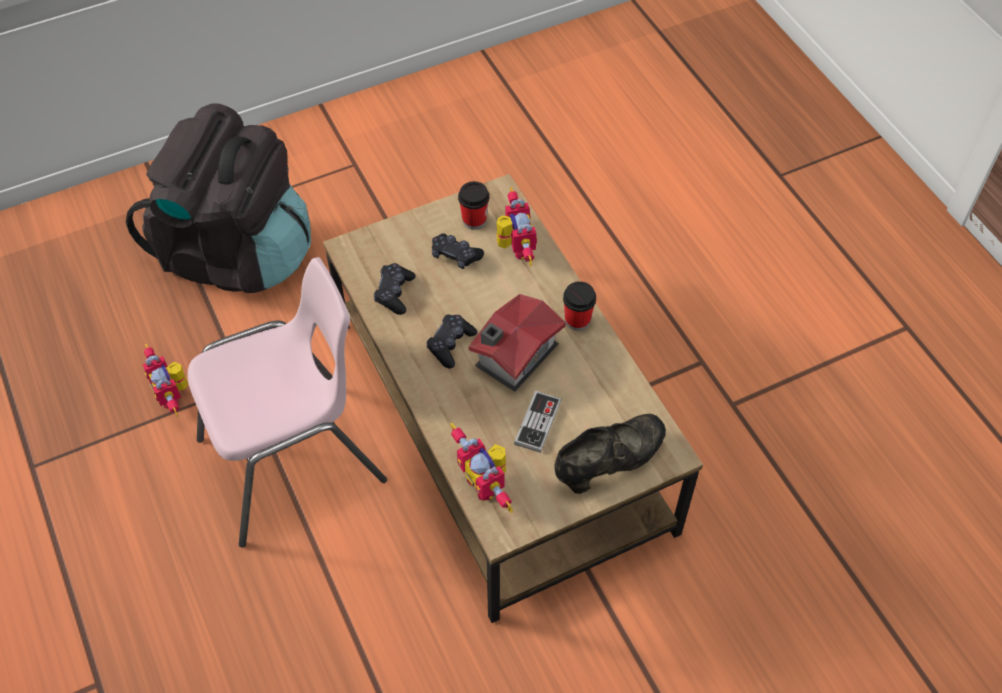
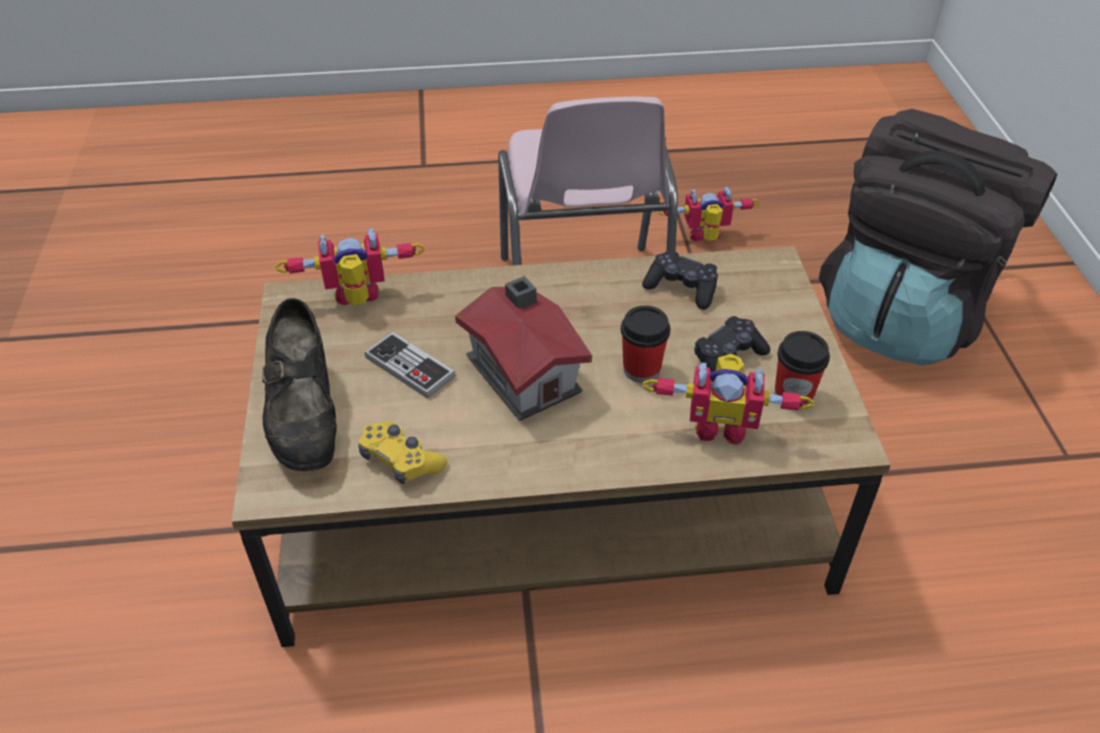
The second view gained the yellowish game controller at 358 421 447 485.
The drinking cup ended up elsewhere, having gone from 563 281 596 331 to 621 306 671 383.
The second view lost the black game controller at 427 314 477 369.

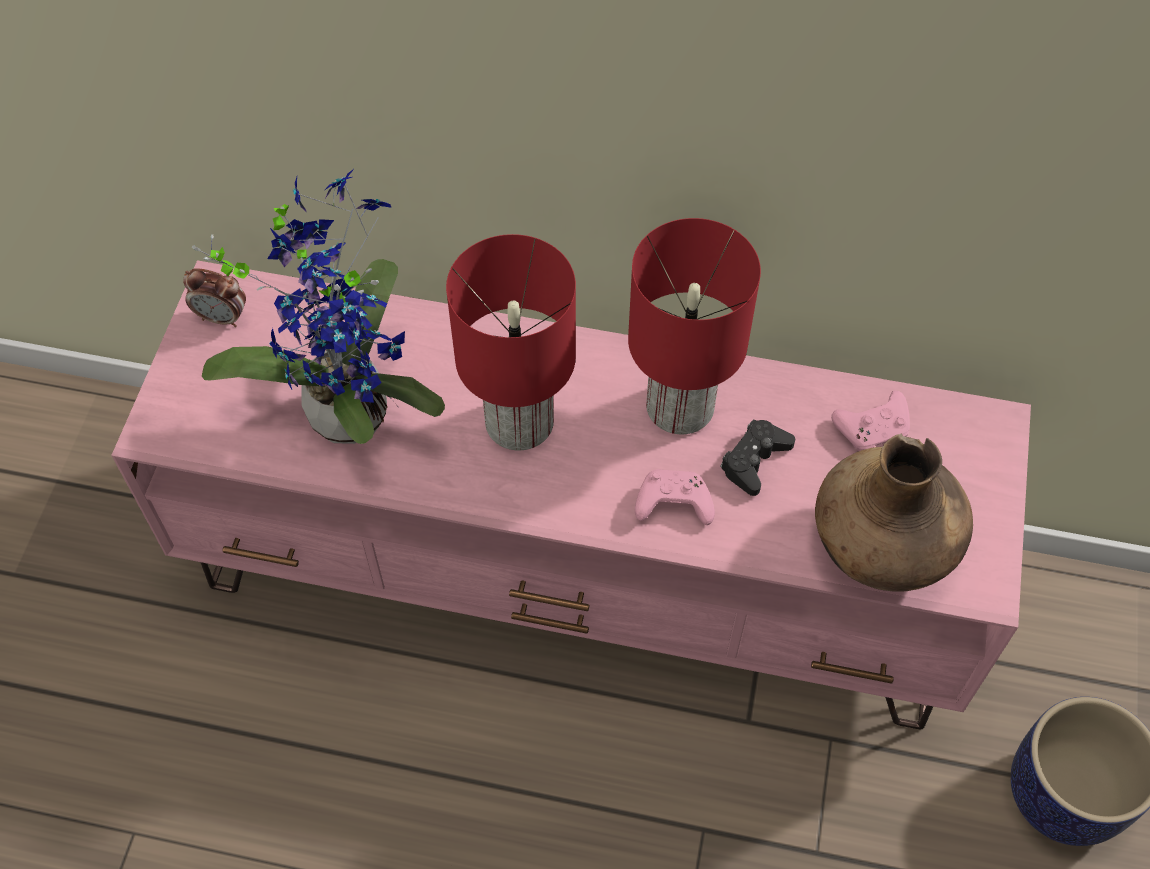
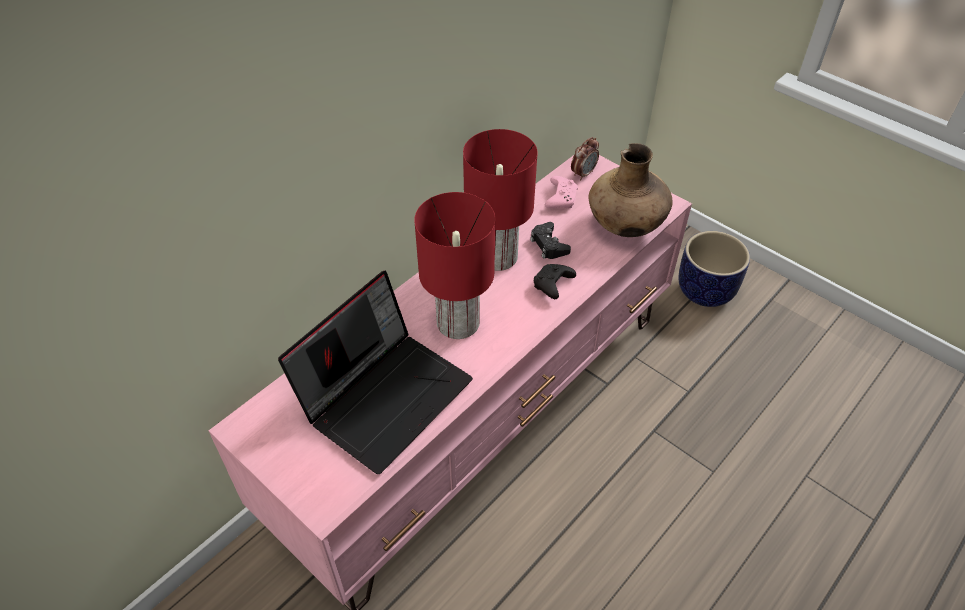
Where the potted plant stood at 192 170 445 444, the portable computer came to stand at 278 271 473 474.
What was the pink game controller at 635 469 715 525 turned into the black game controller at 534 264 576 299.
The alarm clock ended up elsewhere, having gone from 183 268 246 327 to 571 137 599 180.

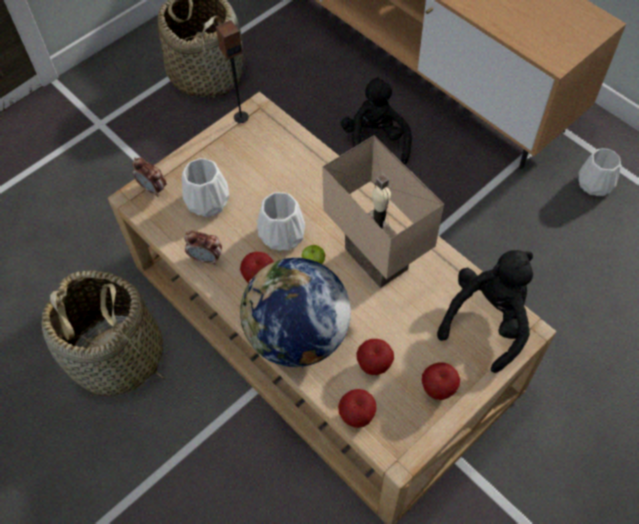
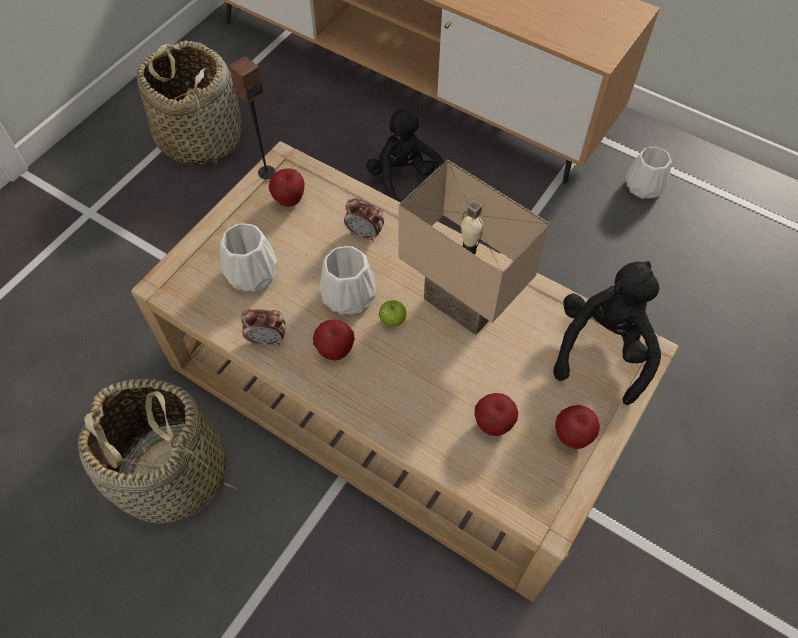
The whole apple ended up elsewhere, having gone from 338 389 377 428 to 269 168 305 207.
The alarm clock ended up elsewhere, having gone from 132 158 166 197 to 344 198 384 242.
The second view lost the desk globe at 240 258 351 367.

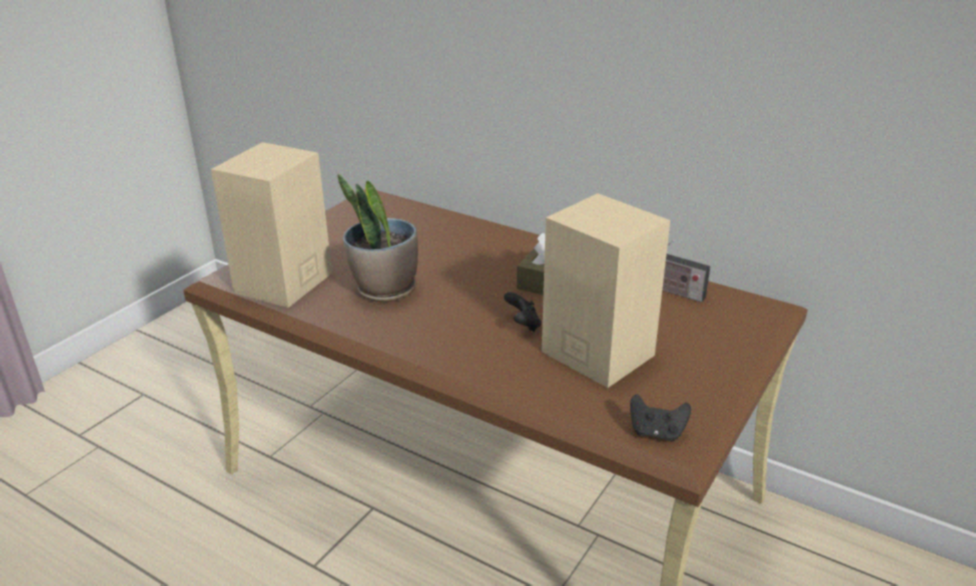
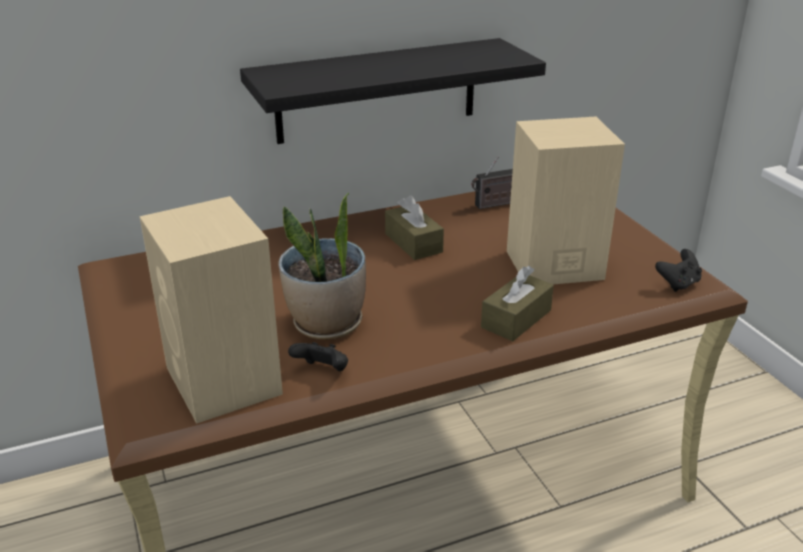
The second view gained the black shelf at 240 38 546 144.
The black game controller ended up elsewhere, having gone from 504 292 541 332 to 288 342 348 371.
The second view gained the brown box of tissues at 481 266 554 341.

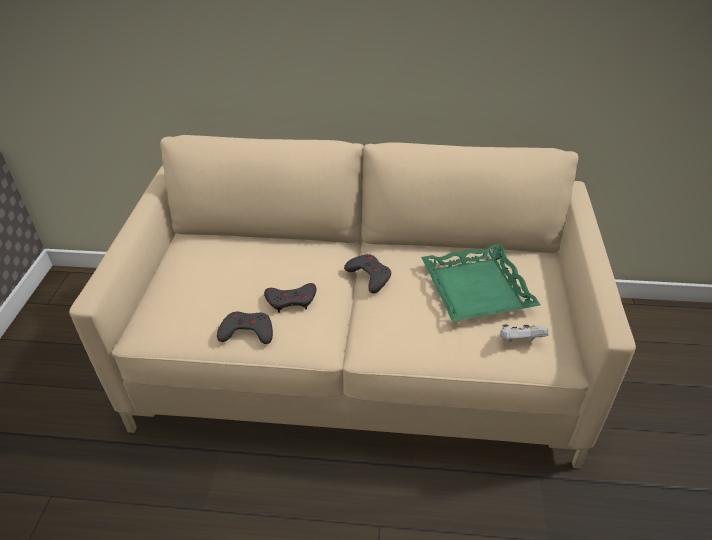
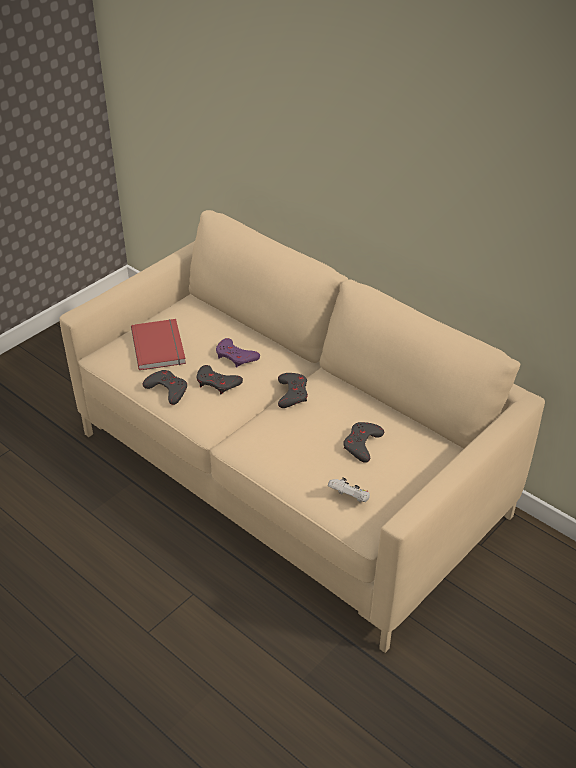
The second view gained the red volume at 131 319 186 371.
The second view gained the purple game controller at 216 338 260 368.
Where the green-coloured serving tray stood at 421 244 541 322, the grey game controller came to stand at 343 422 384 463.

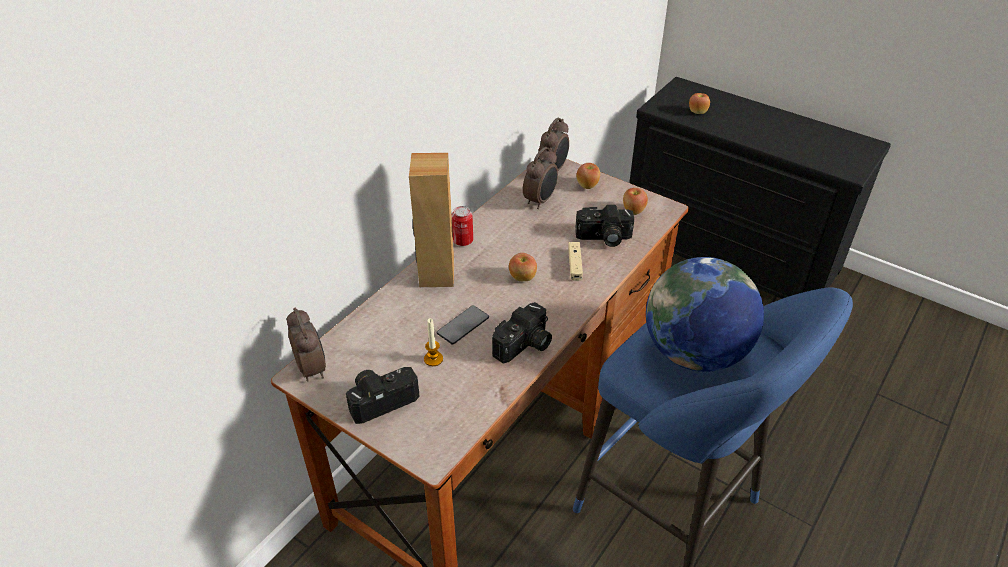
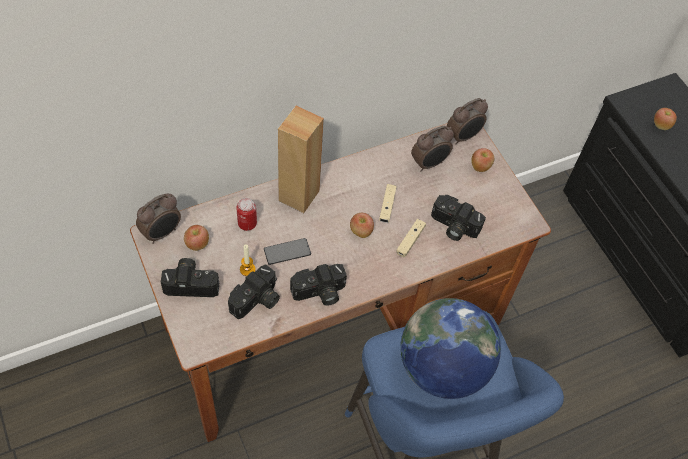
The alarm clock at 287 308 326 381 ended up facing another way, 45 degrees clockwise from before.
The whole apple ended up elsewhere, having gone from 623 188 648 215 to 184 225 209 251.
The second view gained the photo camera at 228 265 280 319.
The metal can ended up elsewhere, having gone from 452 206 473 246 to 236 198 257 231.
The second view gained the sand-coloured game controller at 379 184 397 223.

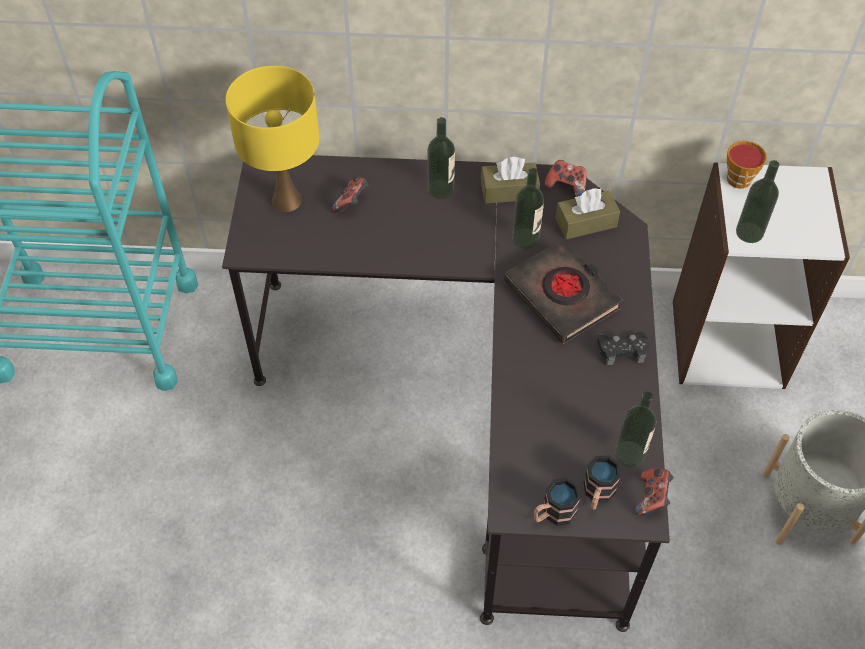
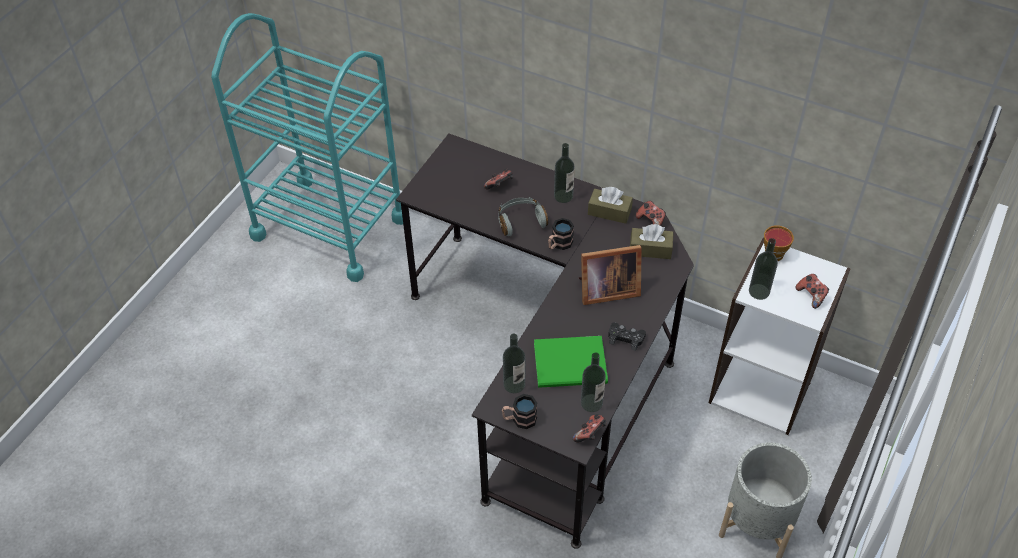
The second view gained the grey headset at 498 197 548 236.
The bottle ended up elsewhere, having gone from 512 168 544 249 to 503 334 525 393.
The second view gained the green-coloured volume at 534 336 608 388.
The tea mug ended up elsewhere, having gone from 583 455 621 510 to 548 218 574 250.
Where the black volume stood at 504 240 623 344, the photo frame came to stand at 579 245 642 305.
The second view gained the game controller at 795 274 829 309.
The second view lost the yellowish lamp for a table at 226 66 320 212.

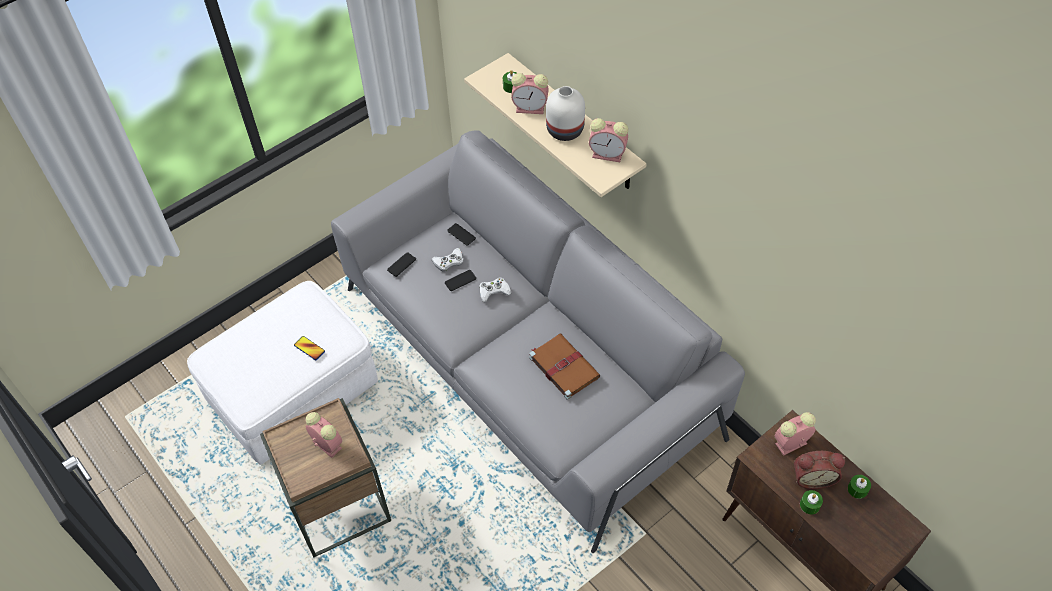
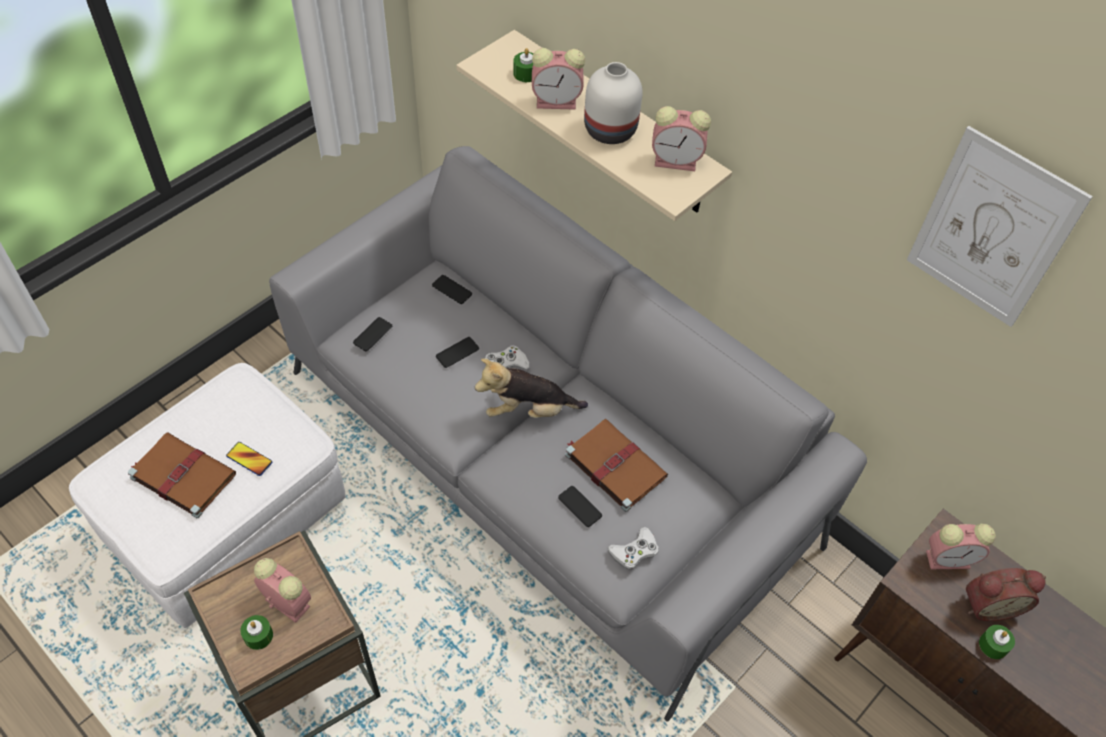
The second view gained the brown volume at 128 432 236 518.
The green-coloured candle ended up elsewhere, having gone from 848 475 871 499 to 240 615 273 650.
The second view gained the cuddly toy at 475 359 588 418.
The second view gained the handset at 558 486 602 527.
The white-coloured game controller ended up elsewhere, having gone from 432 248 464 272 to 607 527 658 570.
The second view gained the wall picture at 907 126 1093 327.
The alarm clock at 775 412 816 456 ended up facing another way, 150 degrees counterclockwise from before.

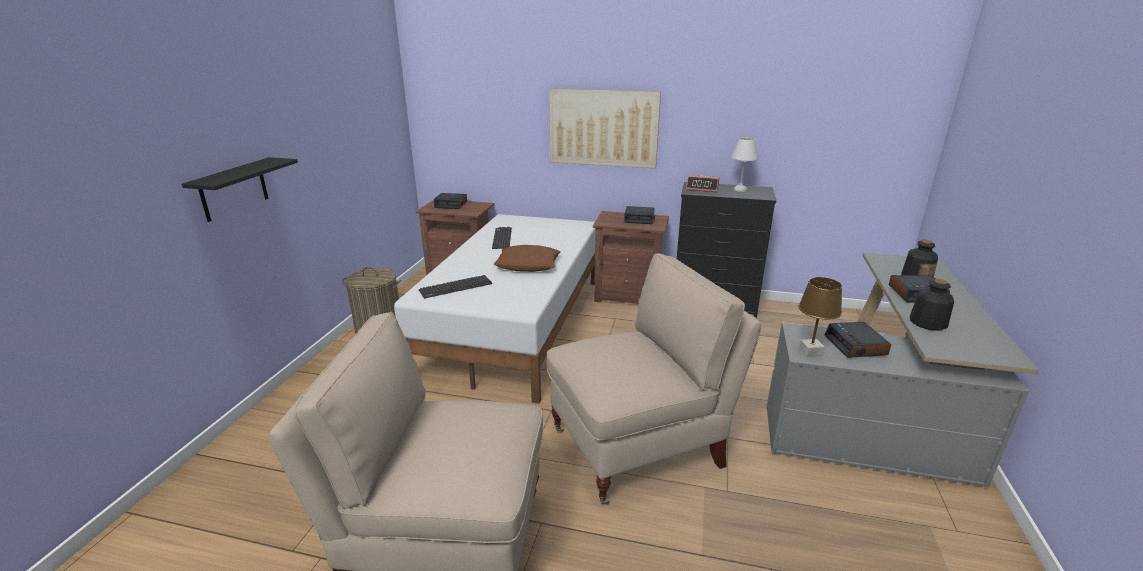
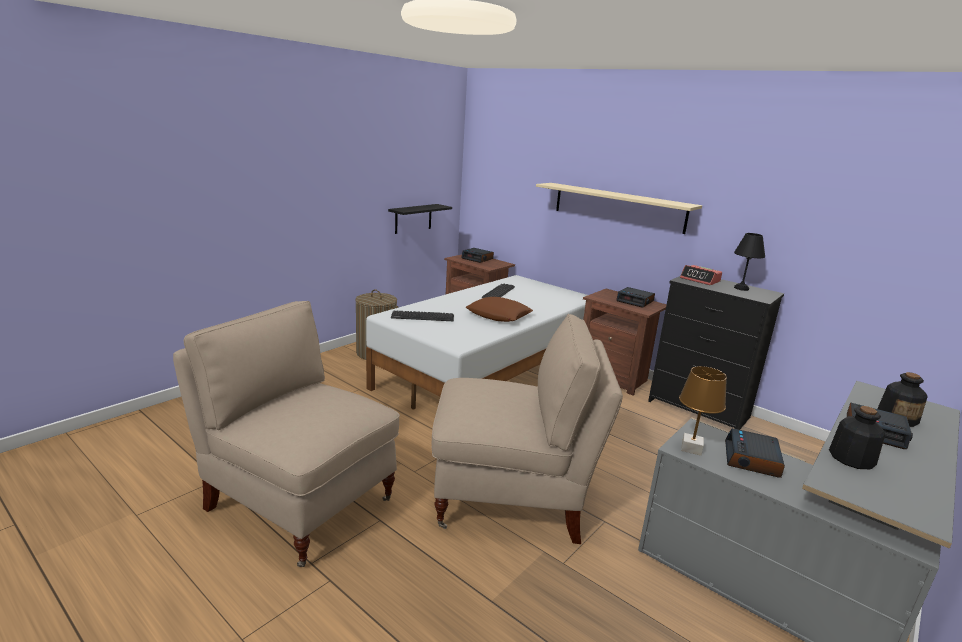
The black shelf ended up elsewhere, having gone from 182 157 298 222 to 388 204 452 234.
Where the wall picture hung at 549 89 661 168, the sand-coloured shelf came to hang at 536 183 702 234.
What was the white-coloured lamp for a table at 731 137 758 192 turned into the black lamp for a table at 734 233 765 291.

